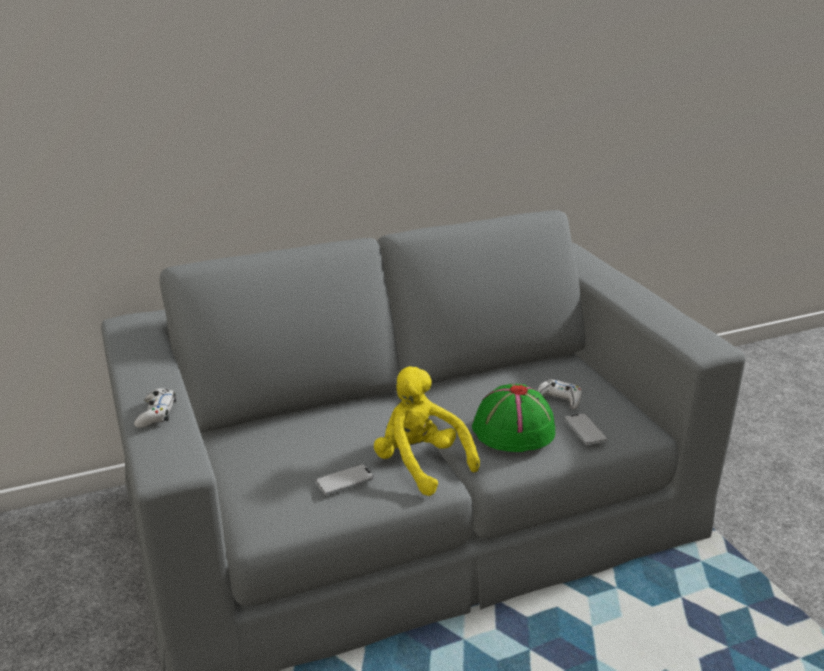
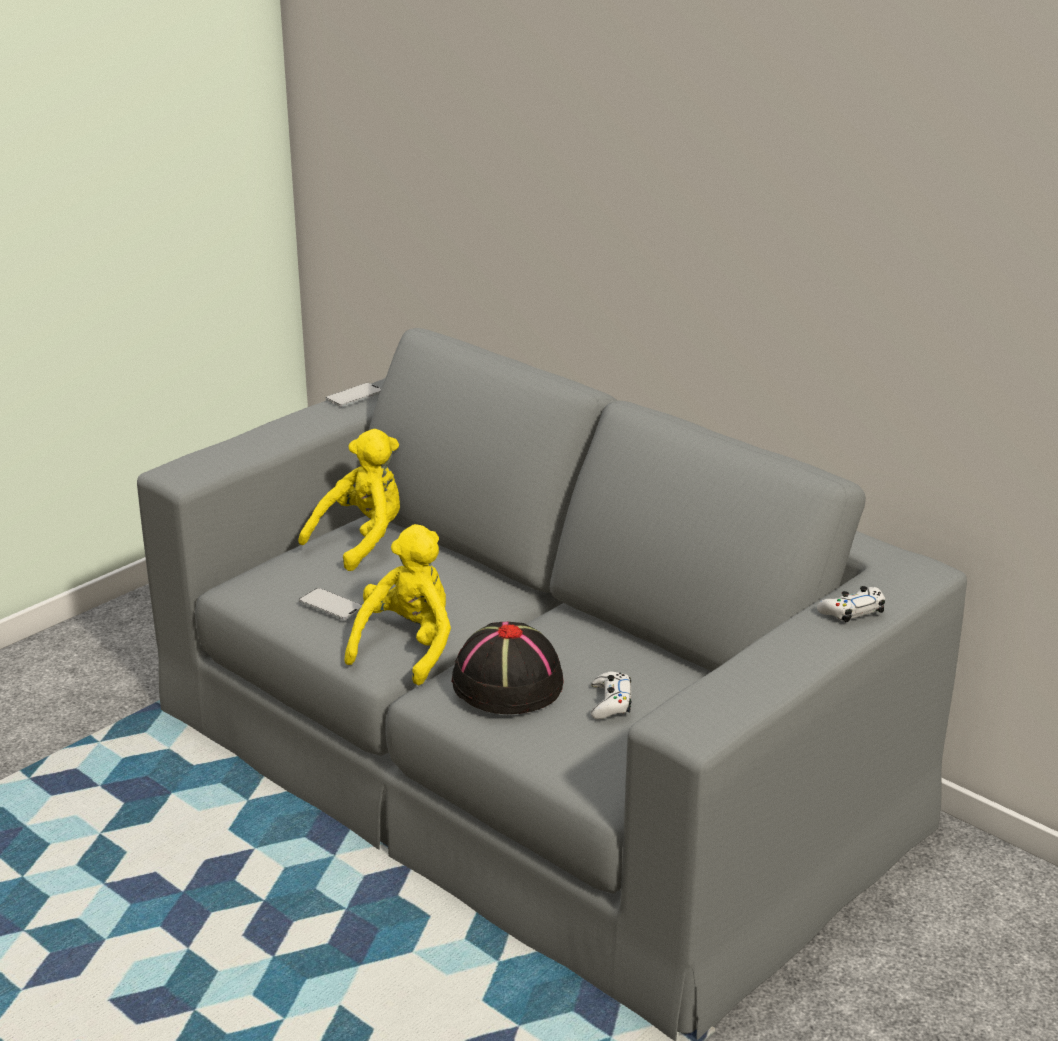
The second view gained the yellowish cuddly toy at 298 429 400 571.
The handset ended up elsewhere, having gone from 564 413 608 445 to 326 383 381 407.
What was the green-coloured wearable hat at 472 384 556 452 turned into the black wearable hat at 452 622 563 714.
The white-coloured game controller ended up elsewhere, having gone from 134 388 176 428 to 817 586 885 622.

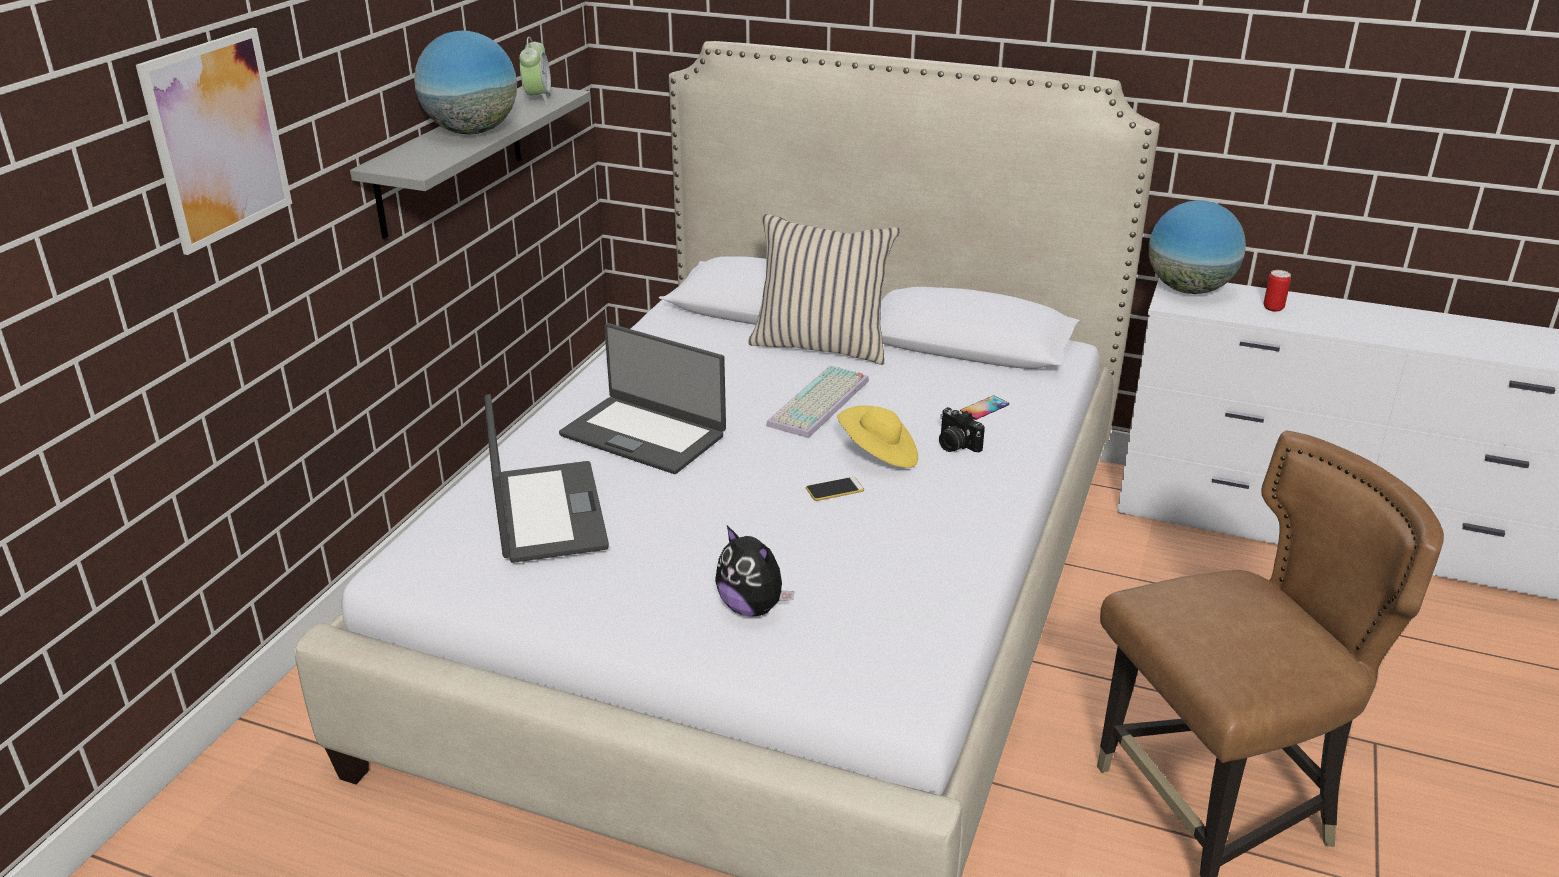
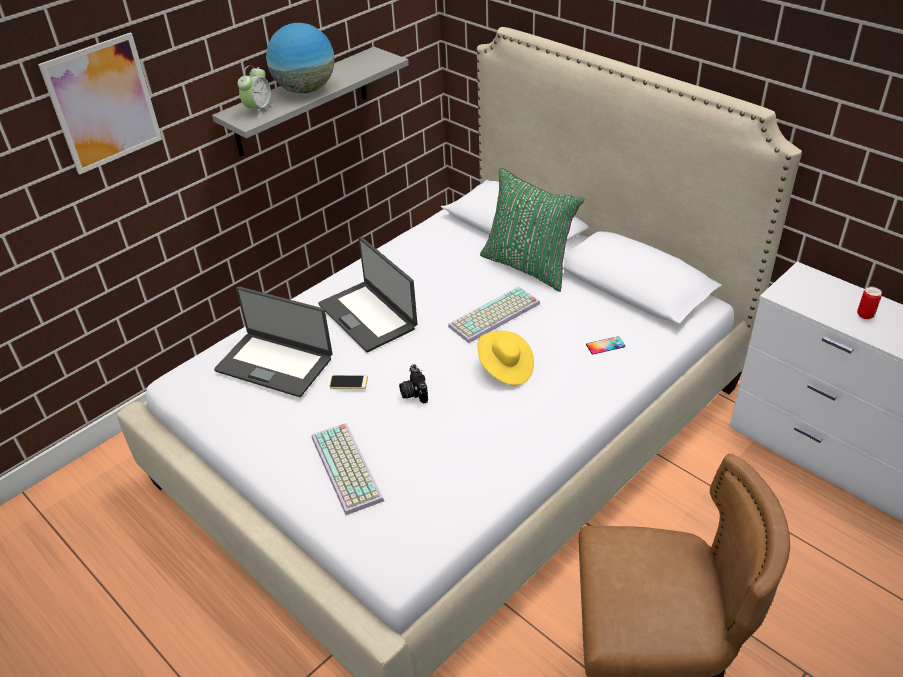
The portable computer at 484 394 609 563 ended up facing another way, 105 degrees clockwise from before.
The alarm clock ended up elsewhere, having gone from 519 36 553 105 to 237 65 274 118.
Where the cuddly toy stood at 715 526 795 617, the PC keyboard came to stand at 312 423 384 515.
The handset ended up elsewhere, having gone from 806 477 864 501 to 329 375 368 389.
The photo camera ended up elsewhere, having gone from 939 407 985 452 to 399 364 428 404.
What was the sand-coloured pillow at 748 214 900 365 turned into the green-coloured pillow at 480 168 584 292.
The second view lost the desk globe at 1149 200 1246 294.

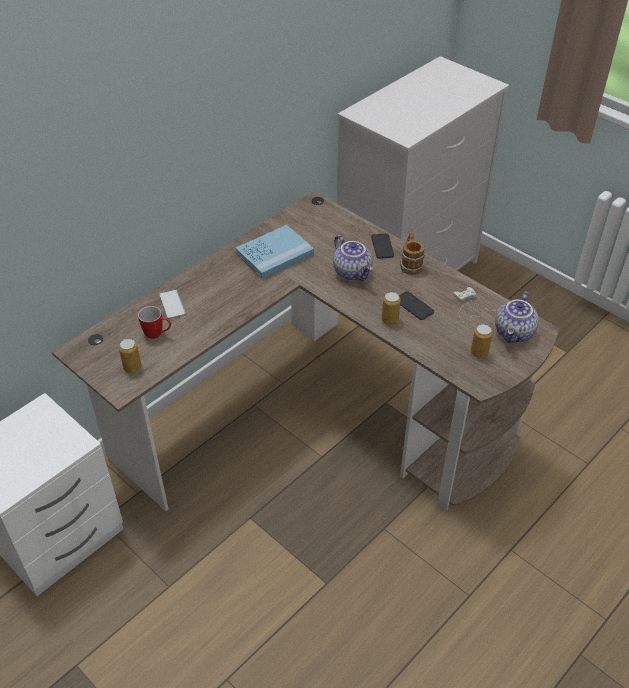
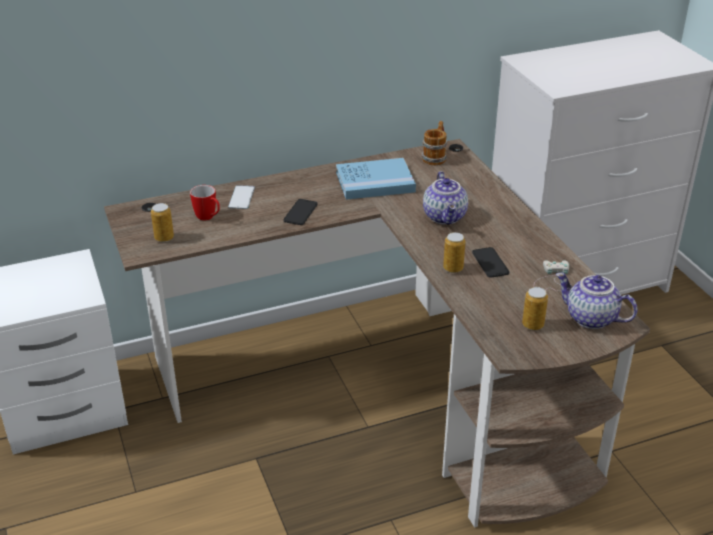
The handset ended up elsewhere, having gone from 371 234 394 259 to 283 199 318 225.
The tea mug ended up elsewhere, having gone from 400 231 425 275 to 421 121 447 165.
The teapot at 495 291 539 343 ended up facing another way, 75 degrees clockwise from before.

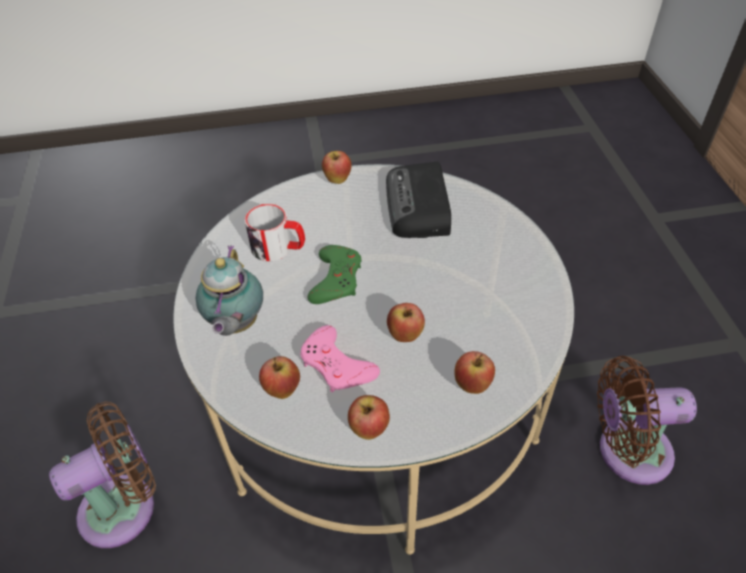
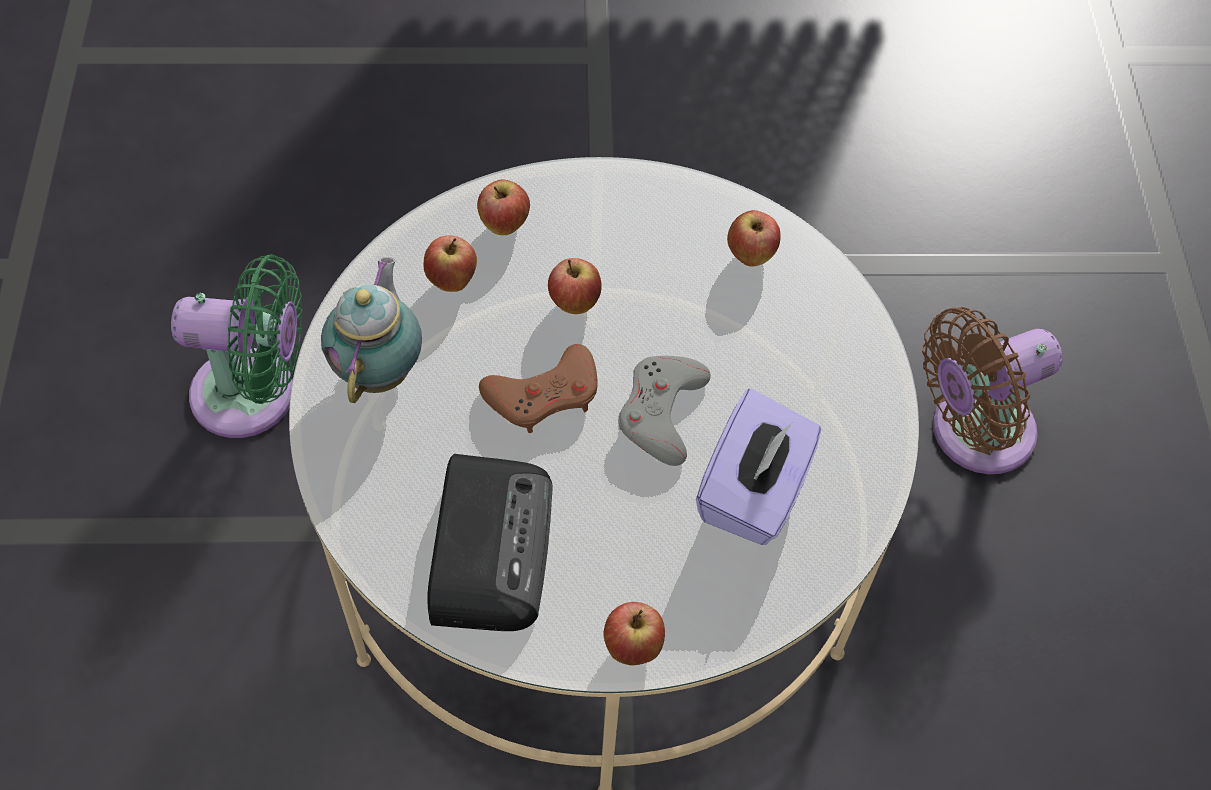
What was the brown electric fan at 597 356 697 485 turned into the green-coloured electric fan at 171 254 302 438.
The teapot ended up elsewhere, having gone from 196 245 263 336 to 321 257 422 403.
The whole apple ended up elsewhere, having gone from 348 395 390 440 to 424 236 477 292.
The second view gained the brown game controller at 479 344 598 433.
What was the green-coloured game controller at 307 245 361 304 turned into the grey game controller at 618 356 711 466.
Where the tea mug stood at 245 204 305 262, the purple box of tissues came to stand at 696 388 822 545.
The second view lost the pink game controller at 300 325 380 393.

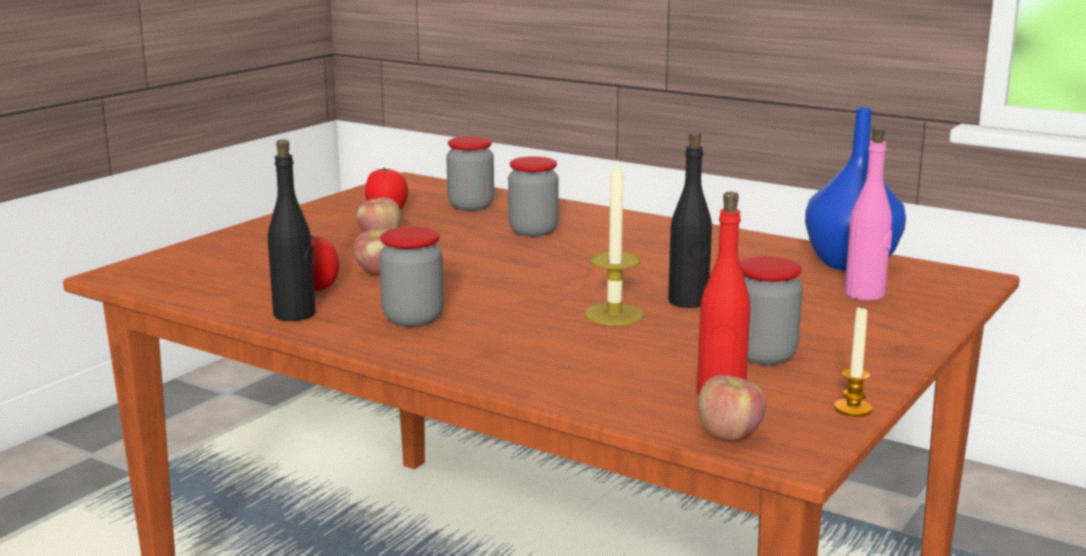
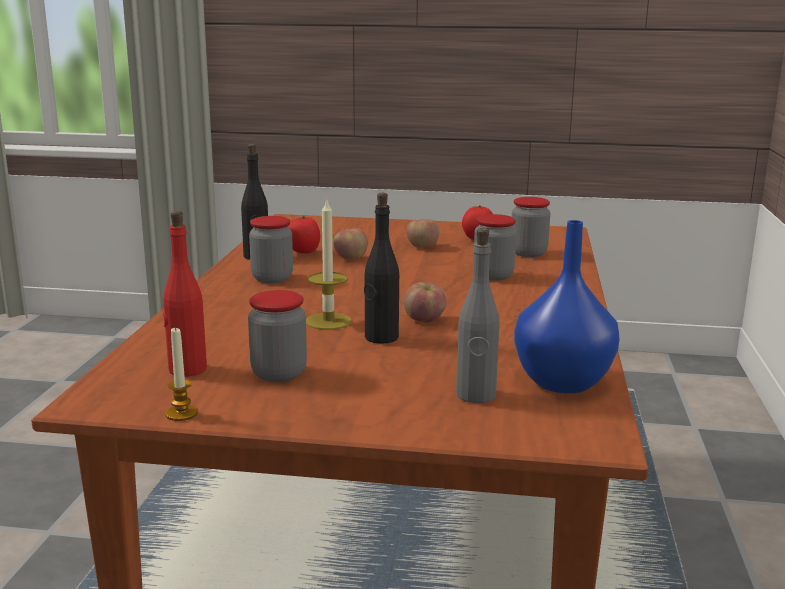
The whole apple ended up elsewhere, having gone from 698 375 766 440 to 404 282 447 323.
What was the pink bottle at 844 126 892 300 turned into the grey bottle at 456 228 500 403.

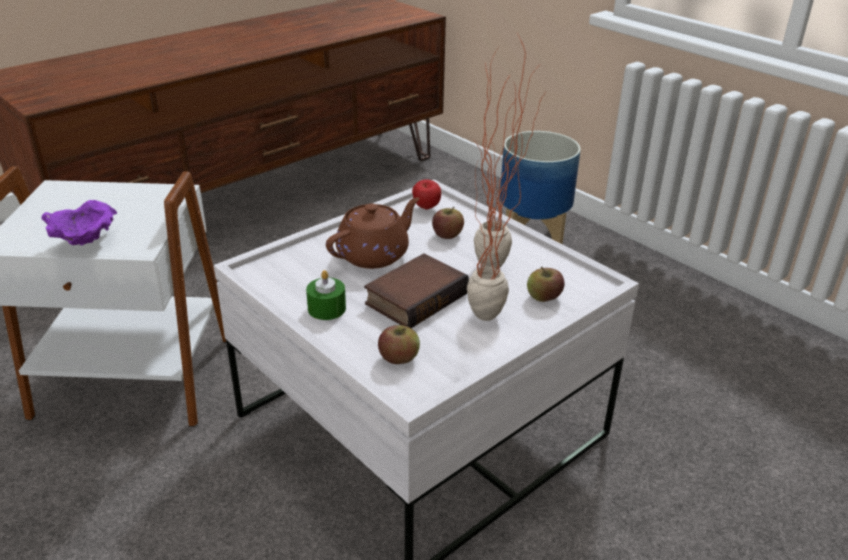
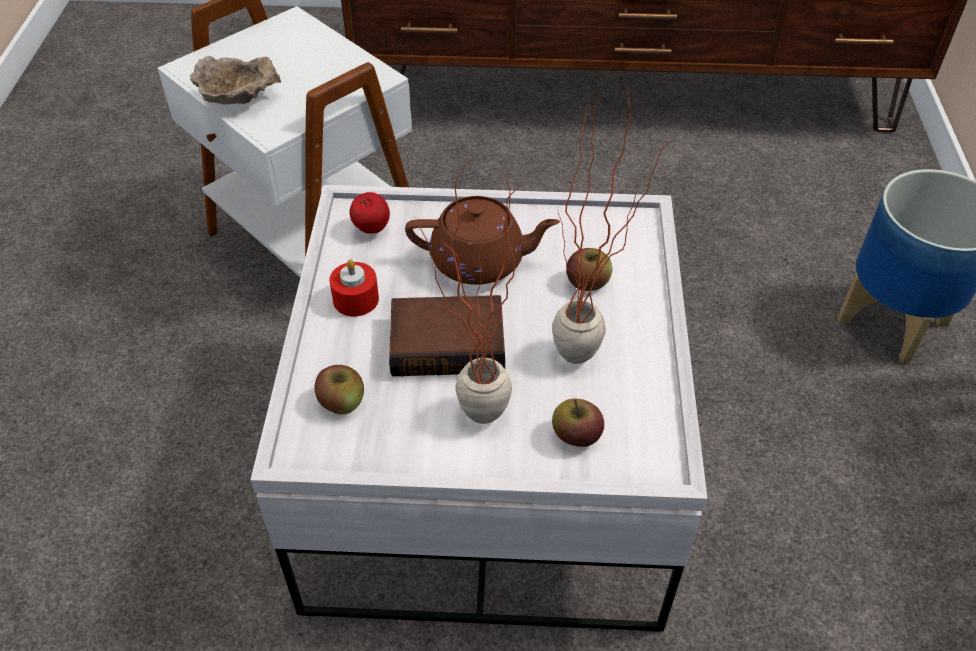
What was the purple bowl at 41 200 117 245 turned into the sand-coloured bowl at 190 56 281 105.
What was the green-coloured candle at 306 270 346 320 turned into the red candle at 329 259 379 316.
The whole apple ended up elsewhere, having gone from 412 179 441 210 to 350 192 390 234.

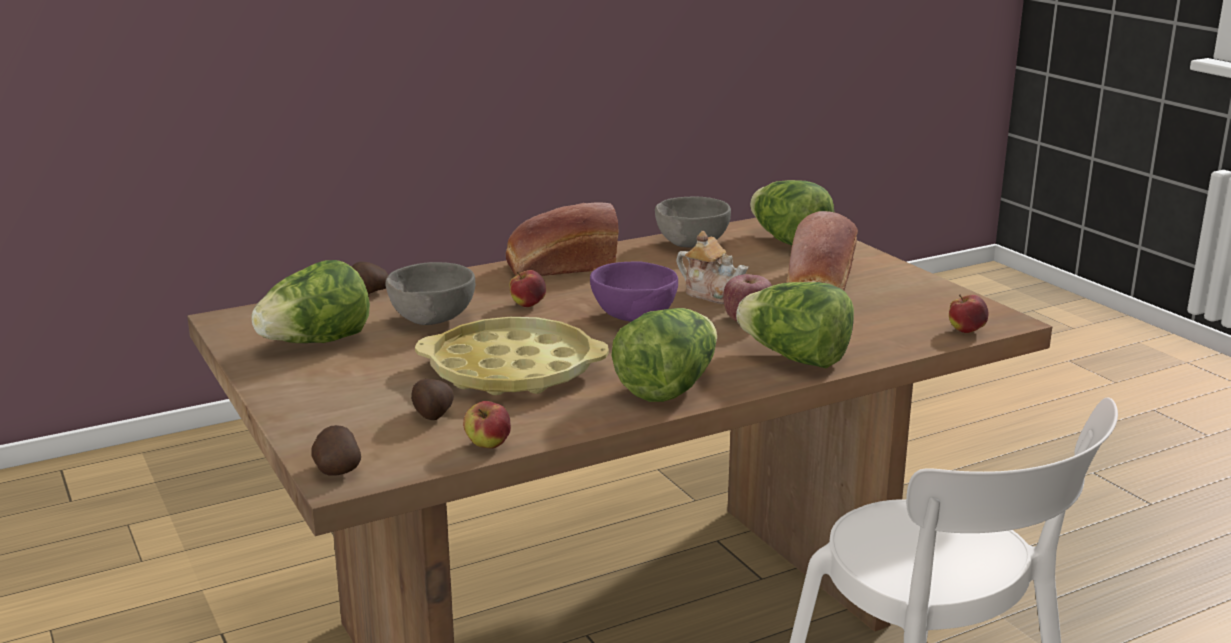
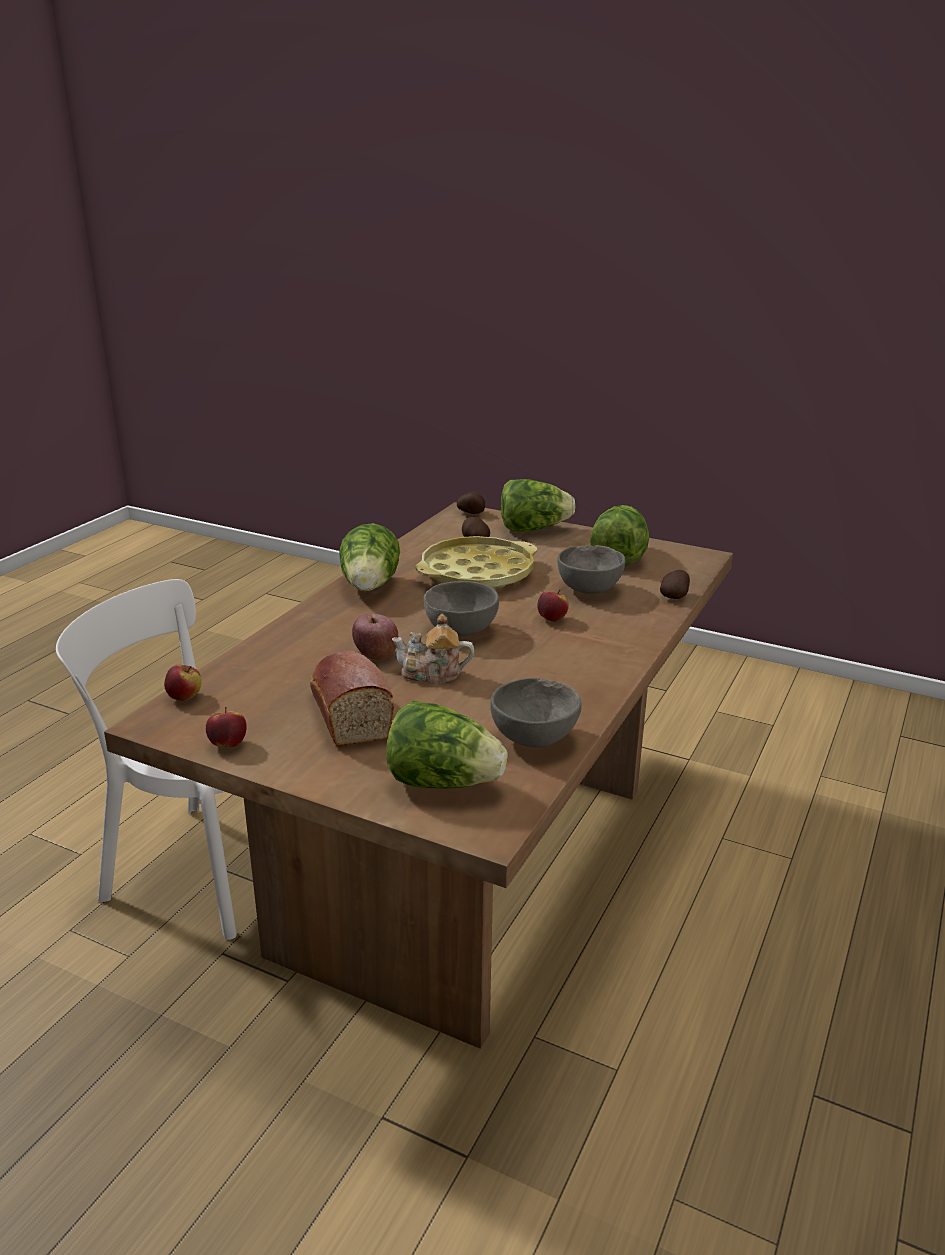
The whole apple ended up elsewhere, having gone from 463 401 511 449 to 206 707 247 747.
What was the purple bowl at 590 261 678 322 turned into the grey bowl at 424 581 499 636.
The head of lettuce ended up elsewhere, having gone from 736 282 854 368 to 501 479 575 532.
The second view lost the bakery bread at 506 202 619 276.

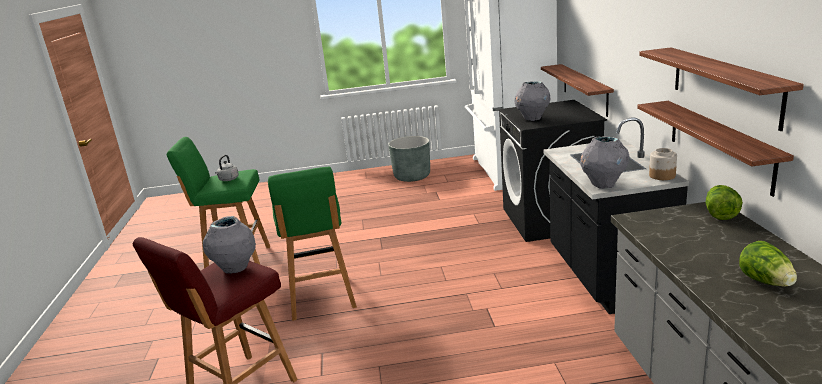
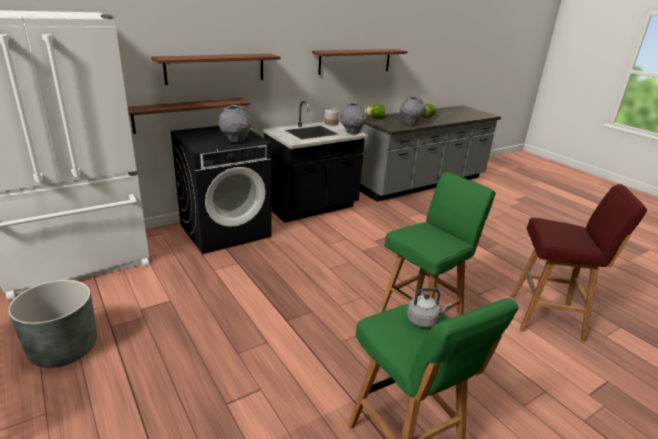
The shelf ended up elsewhere, having gone from 637 101 794 197 to 151 54 280 85.
The grey vase ended up elsewhere, having gone from 203 216 256 274 to 400 97 426 125.

